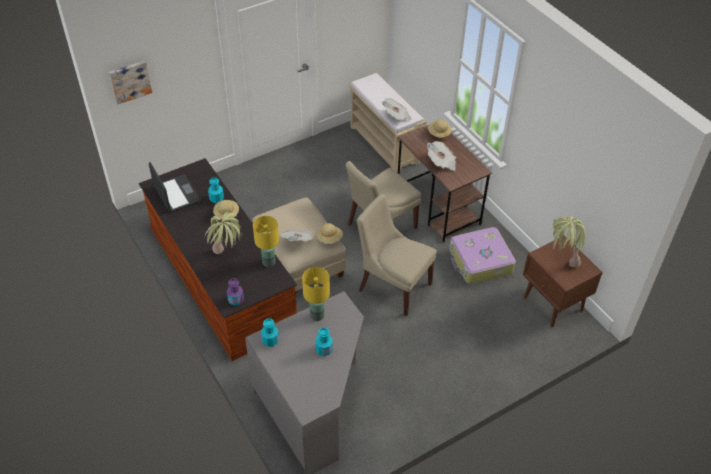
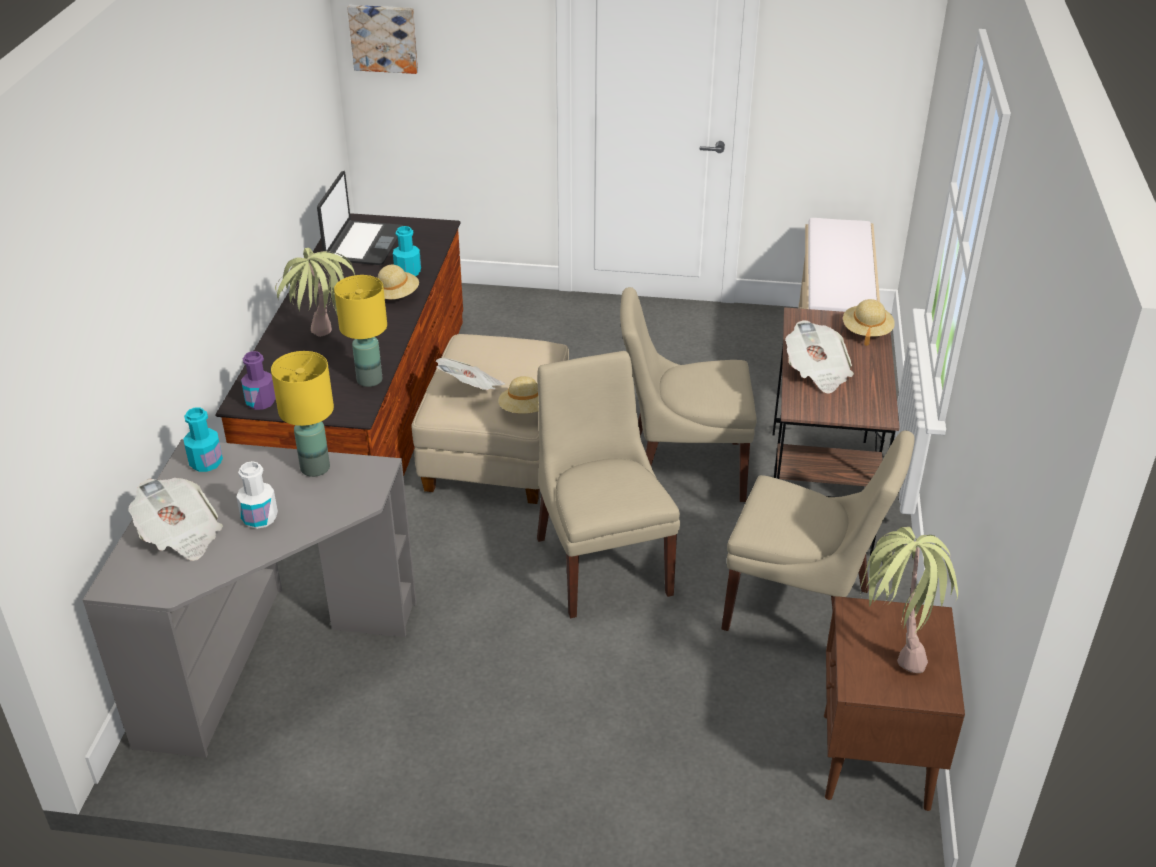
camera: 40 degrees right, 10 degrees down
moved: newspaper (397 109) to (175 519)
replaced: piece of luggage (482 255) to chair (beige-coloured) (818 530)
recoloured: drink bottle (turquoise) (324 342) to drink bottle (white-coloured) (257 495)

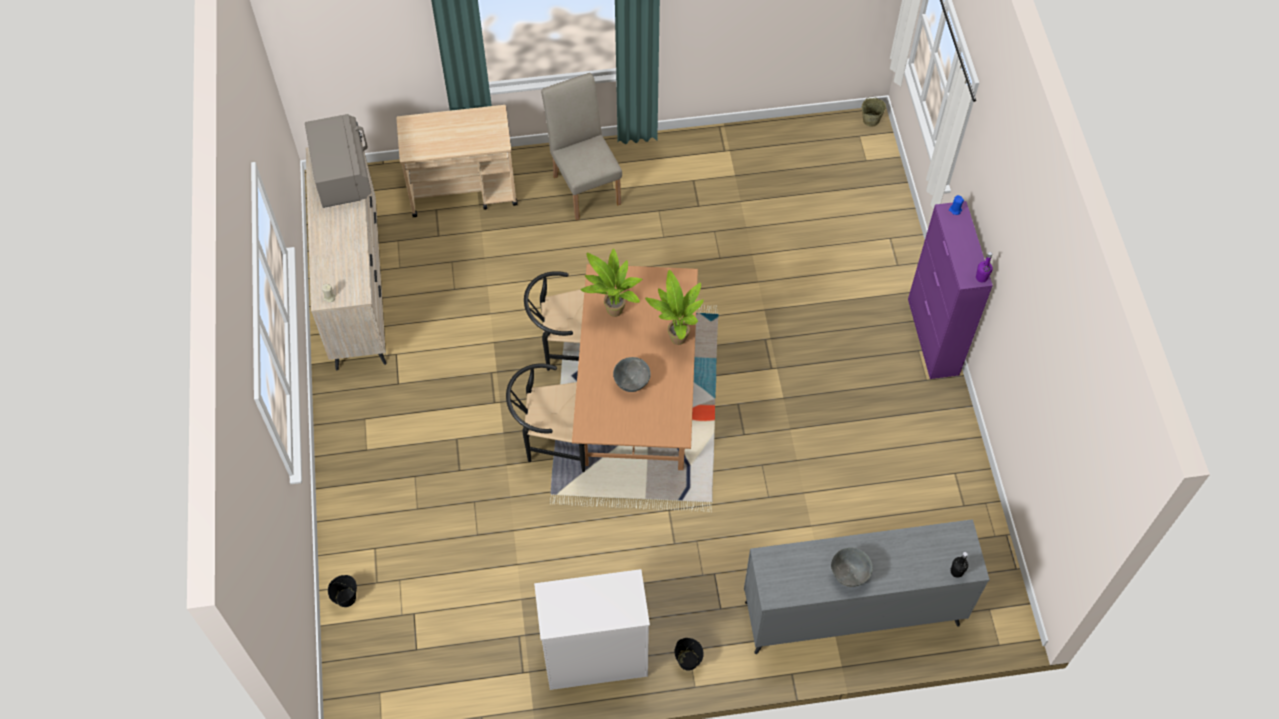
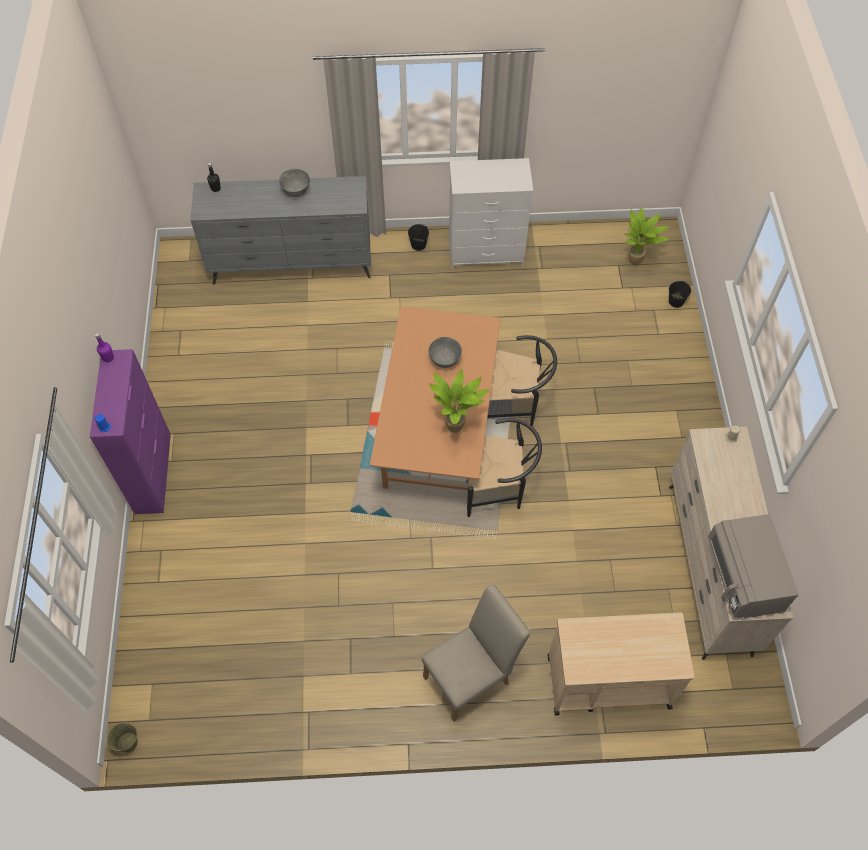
camera: 175 degrees left, 0 degrees up
moved: plant in a pot (674 307) to (647 236)
turned: chair (beige-coloured) (581 146) = (476 653) 105 degrees counterclockwise

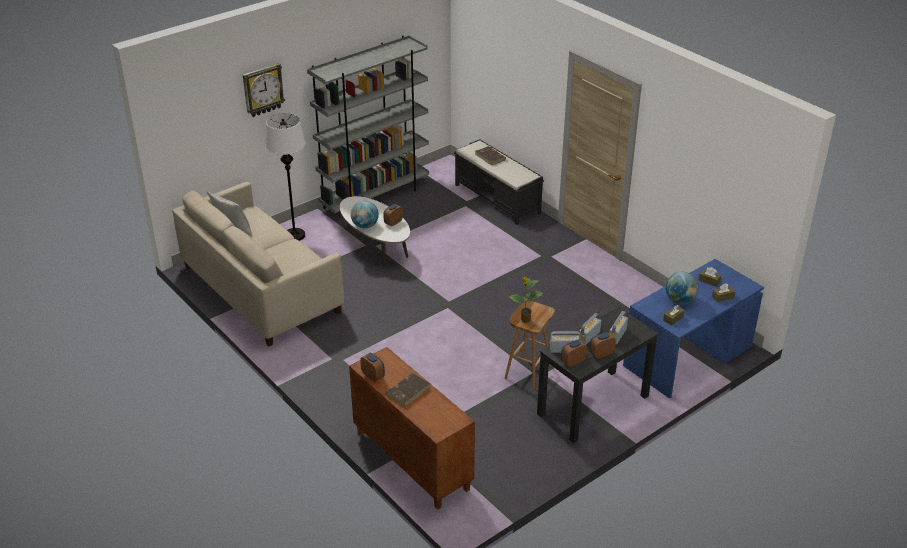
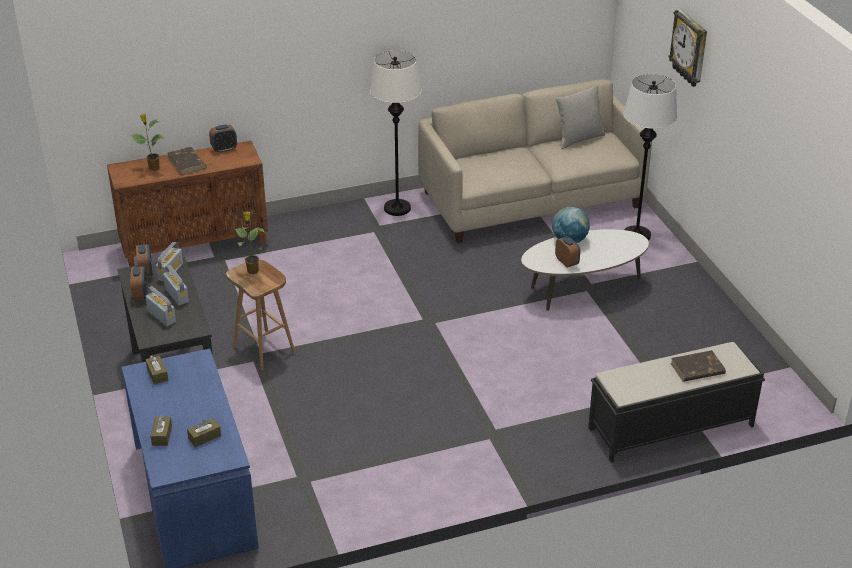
camera: 110 degrees right, 0 degrees up
removed: bookcase (grey) (368 124); world globe (682 288)
added: plant in a pot (148 142); standing lamp (white-coloured) (395 133)

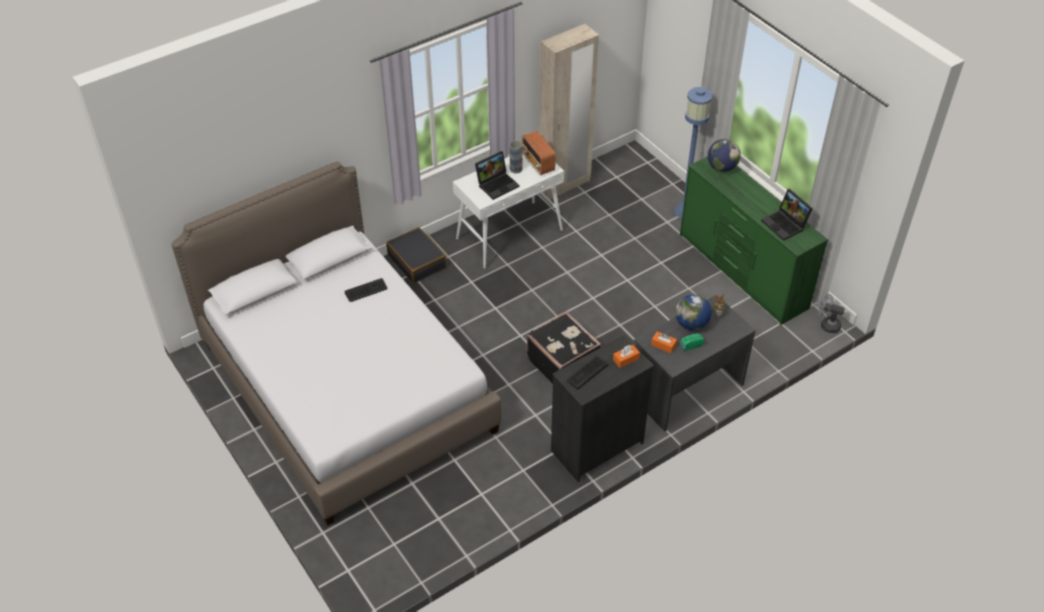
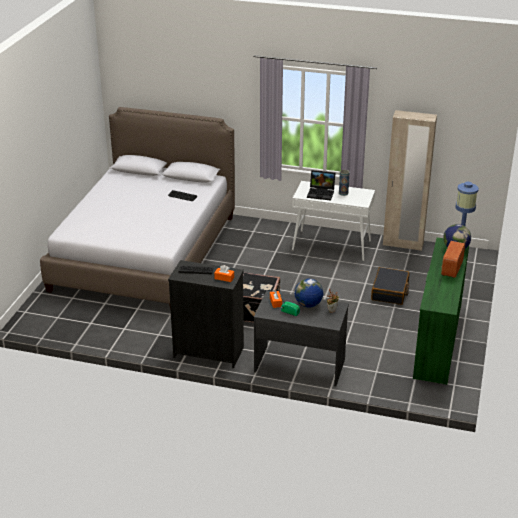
camera: 50 degrees right, 15 degrees down
removed: portable computer (787 215); cooling fan (grey) (832 313)
moved: piece of luggage (black-coloured) (416 255) to (390 286); radio (539 153) to (453 259)

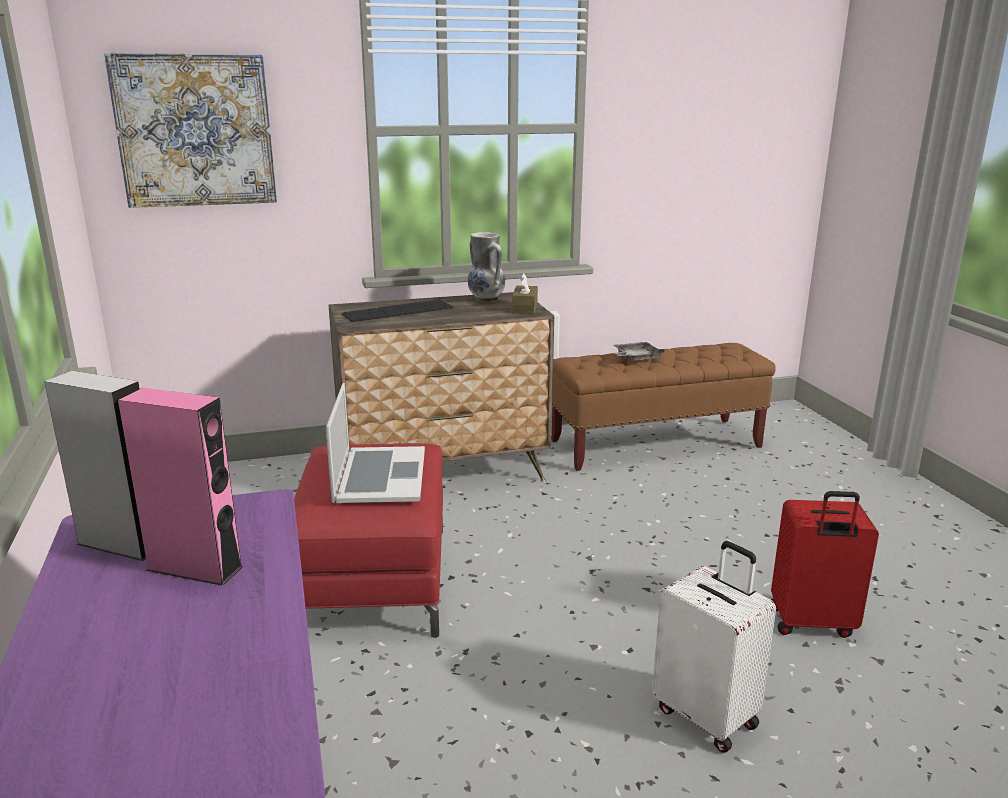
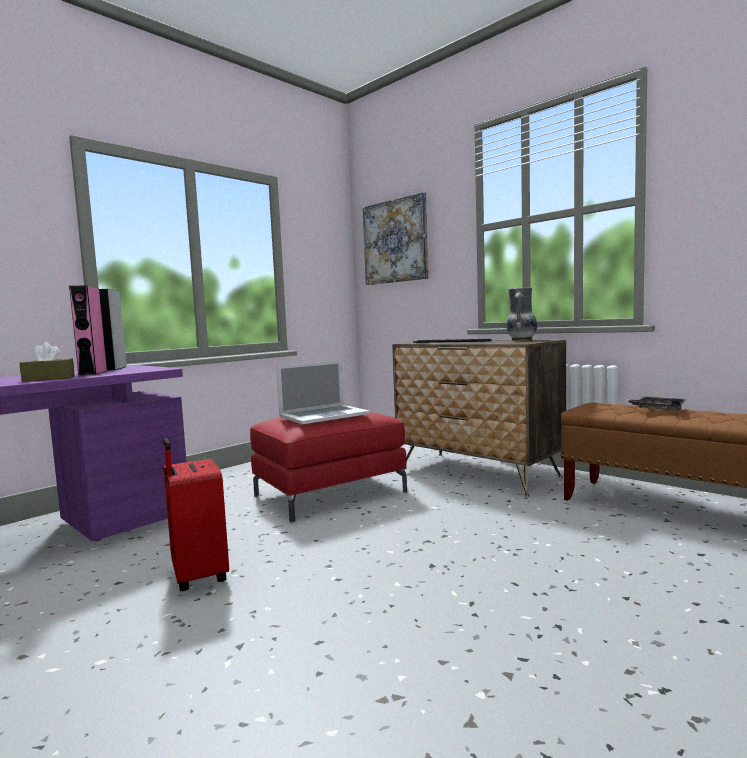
camera: 60 degrees right, 15 degrees down
removed: piece of luggage (white-coloured) (714 647)
moved: box of tissues (brown-coloured) (525 293) to (47 362); piece of luggage (reddish) (825 564) to (196 514)

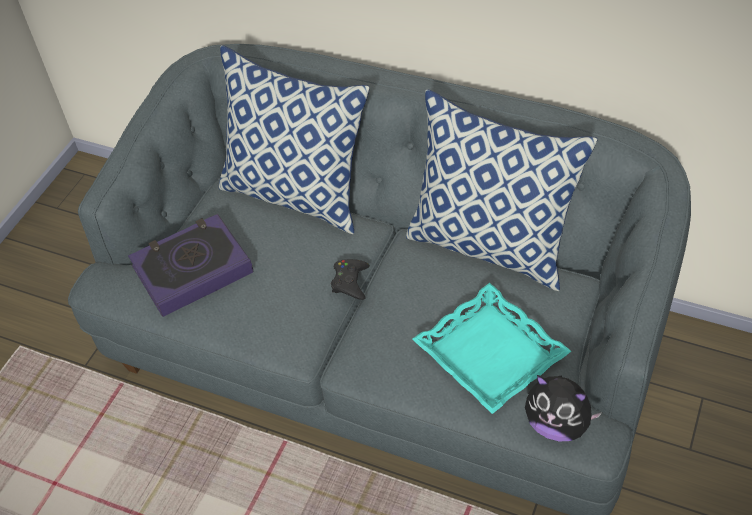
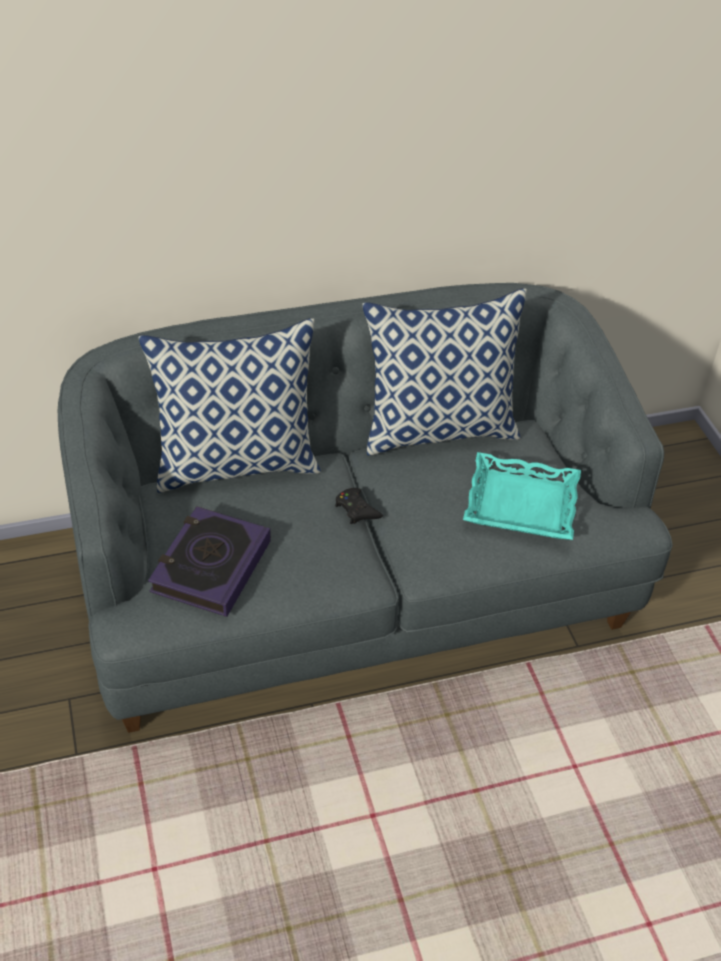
camera: 45 degrees left, 5 degrees down
removed: cuddly toy (563 408)

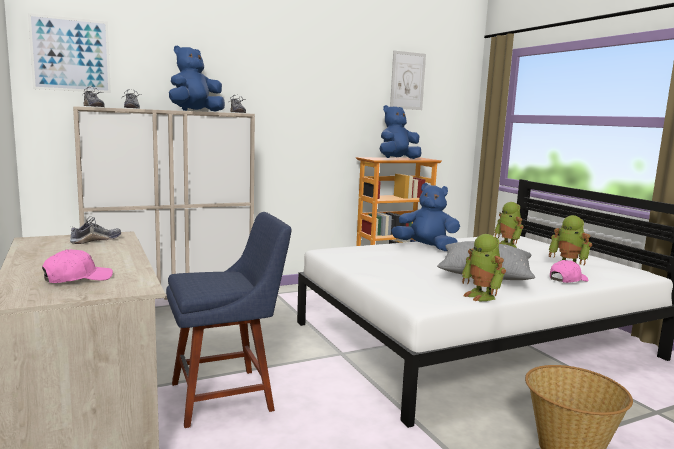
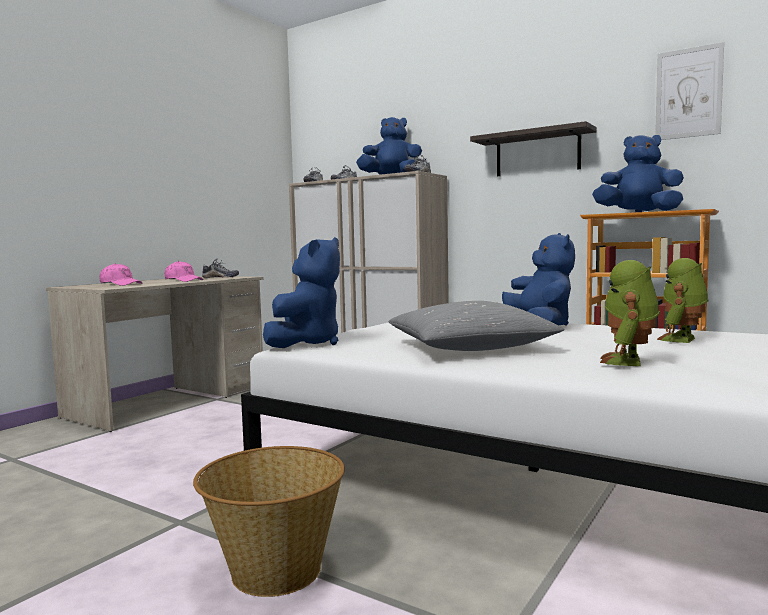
camera: 60 degrees right, 5 degrees down
removed: wall art (69 53); chair (blue) (229 320); model robot (484 268)
added: cuddly toy (blue) (301 292); shelf (533 148)
moved: baseball cap (pink-coloured) (569 271) to (183 271)

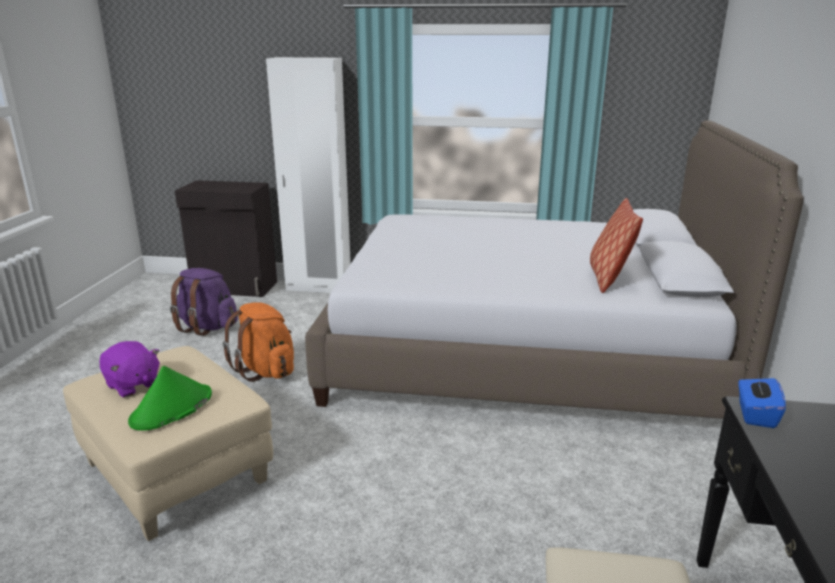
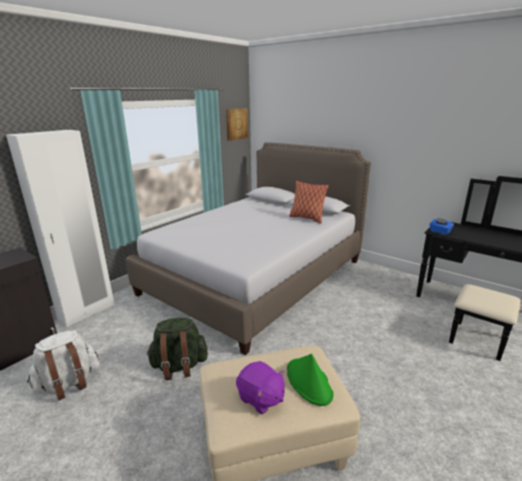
camera: 60 degrees left, 0 degrees up
added: wall art (237 124)
recoloured: knapsack (purple) (204 302) to knapsack (white-coloured) (63 365); knapsack (orange-coloured) (258 342) to knapsack (green) (177 349)
turned: cuddly toy (purple) (129 369) = (260 388) 60 degrees clockwise

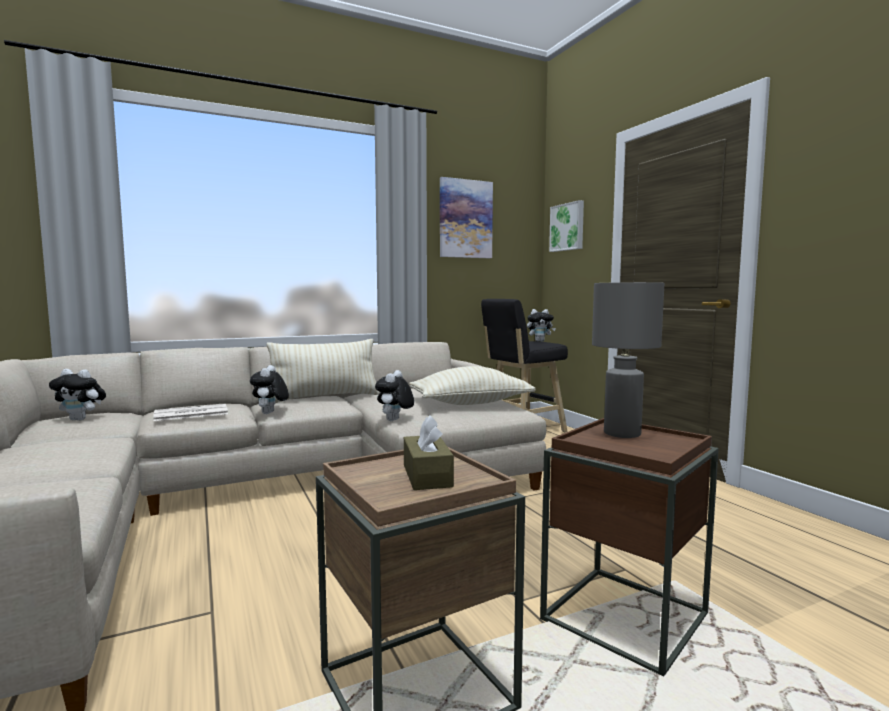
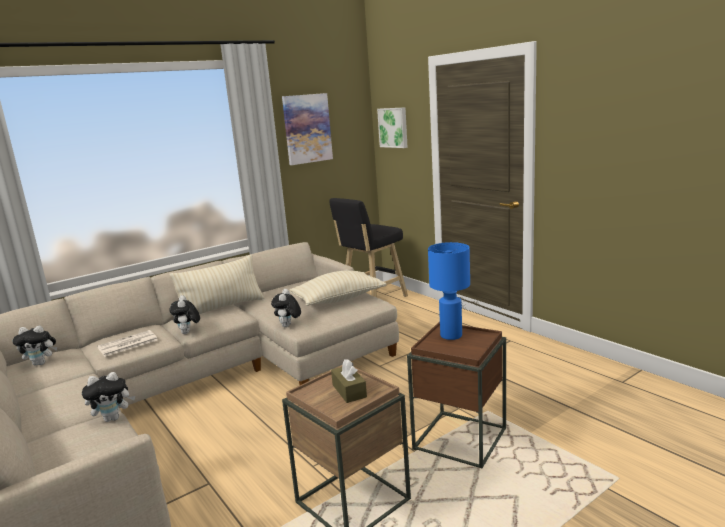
camera: 10 degrees left, 10 degrees up
moved: cuddly toy (541 325) to (108 397)
recoloured: lamp for a table (grey) (628 360) to lamp for a table (blue) (449 291)

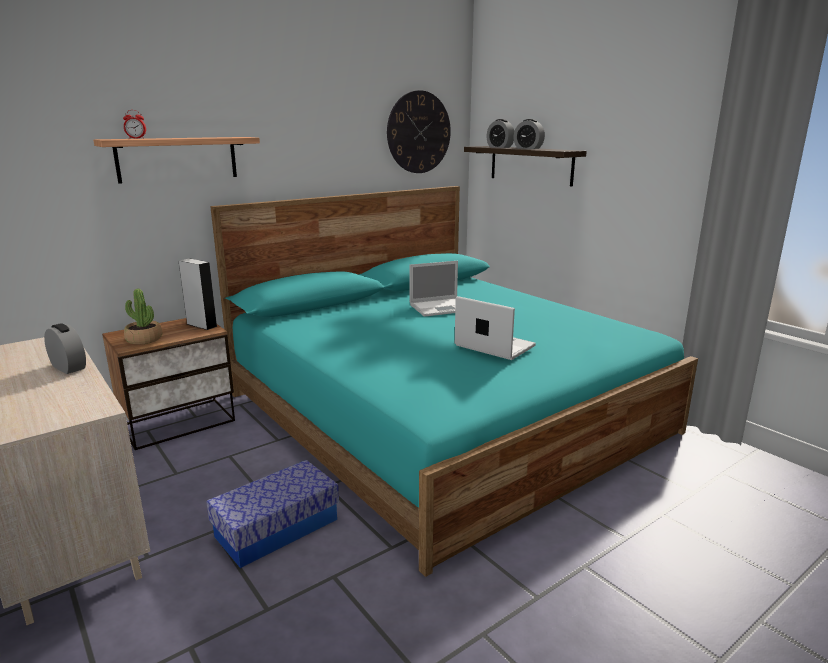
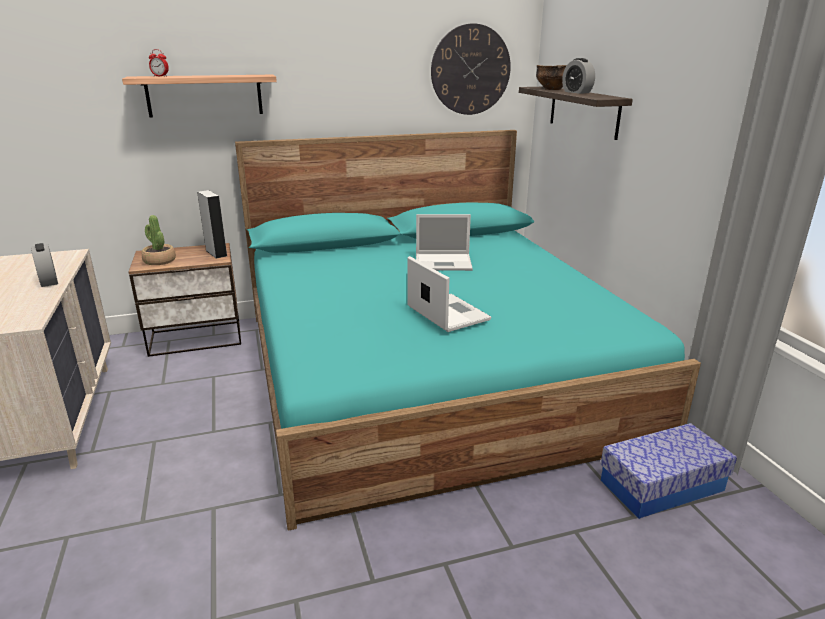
camera: 20 degrees right, 5 degrees up
moved: storage container (272 514) to (669 471)
replaced: table clock (500 133) to deep dish (551 77)

